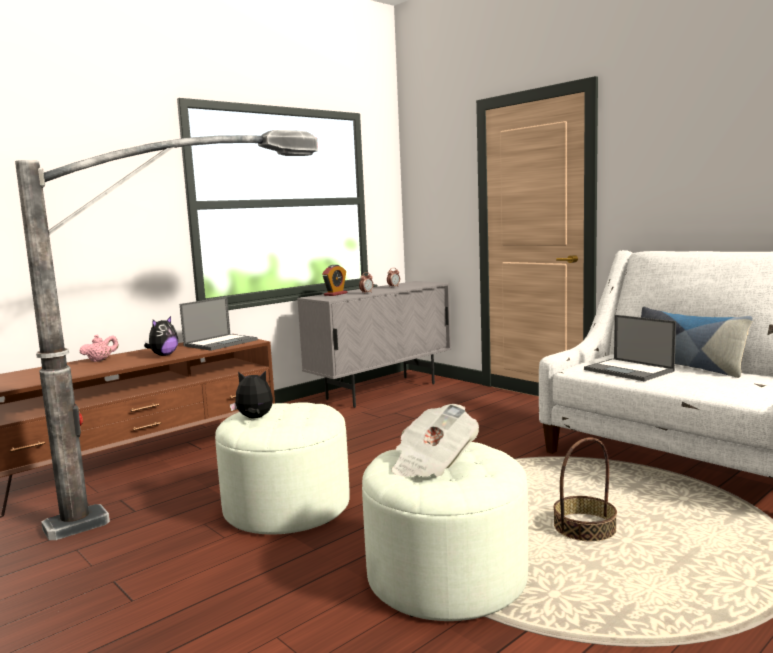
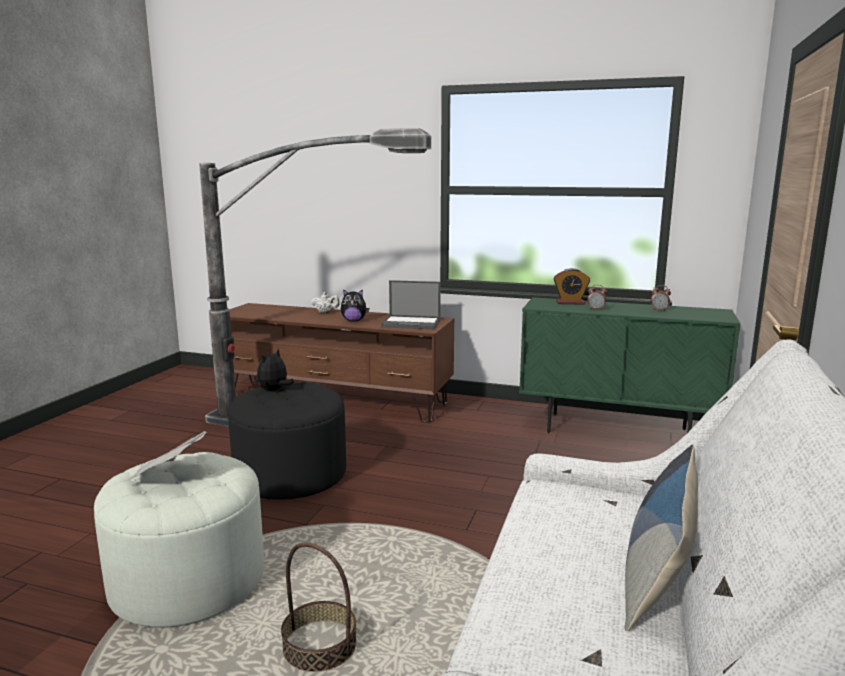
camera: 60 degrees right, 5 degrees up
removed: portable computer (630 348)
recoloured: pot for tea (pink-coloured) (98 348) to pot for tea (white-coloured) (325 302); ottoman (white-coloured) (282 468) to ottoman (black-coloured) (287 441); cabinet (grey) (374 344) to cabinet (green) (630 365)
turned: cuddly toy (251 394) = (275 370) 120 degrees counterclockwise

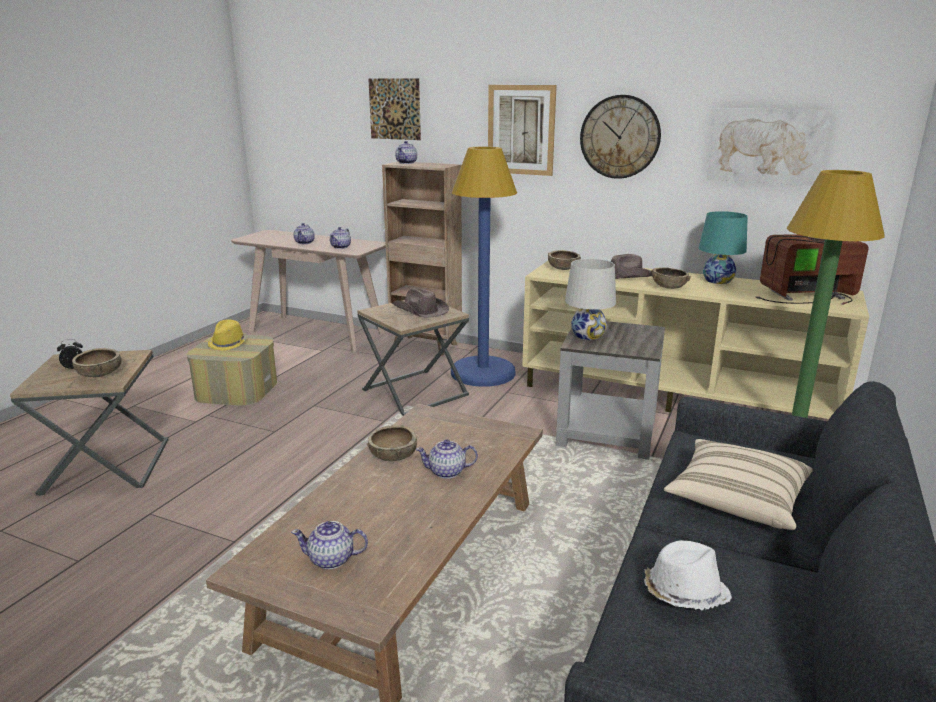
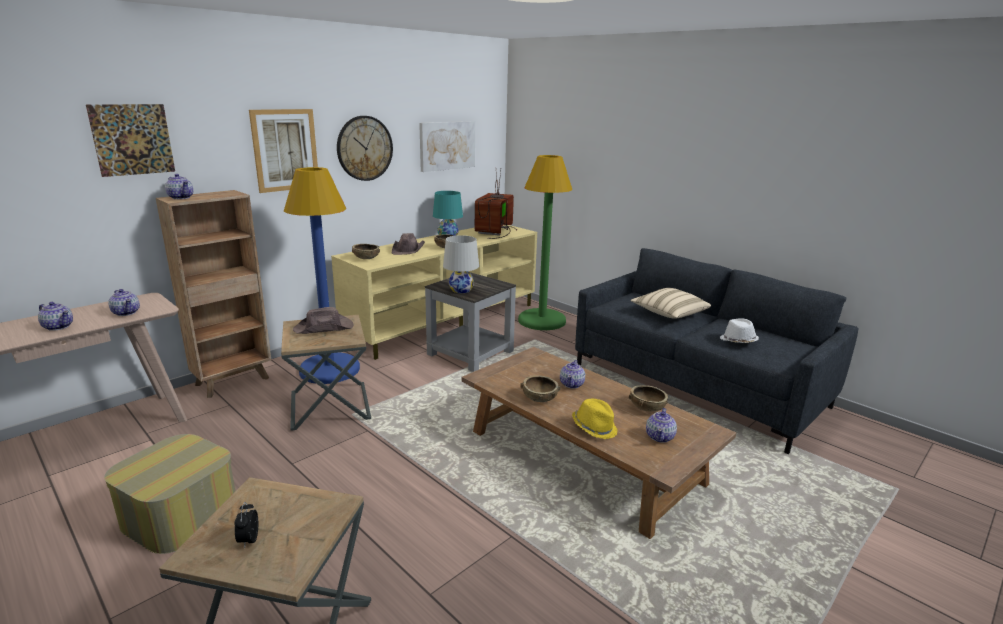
camera: 70 degrees left, 0 degrees up
moved: deep dish (brown-coloured) (97 362) to (648 398); clothing hat (yellow) (227 335) to (595 419)

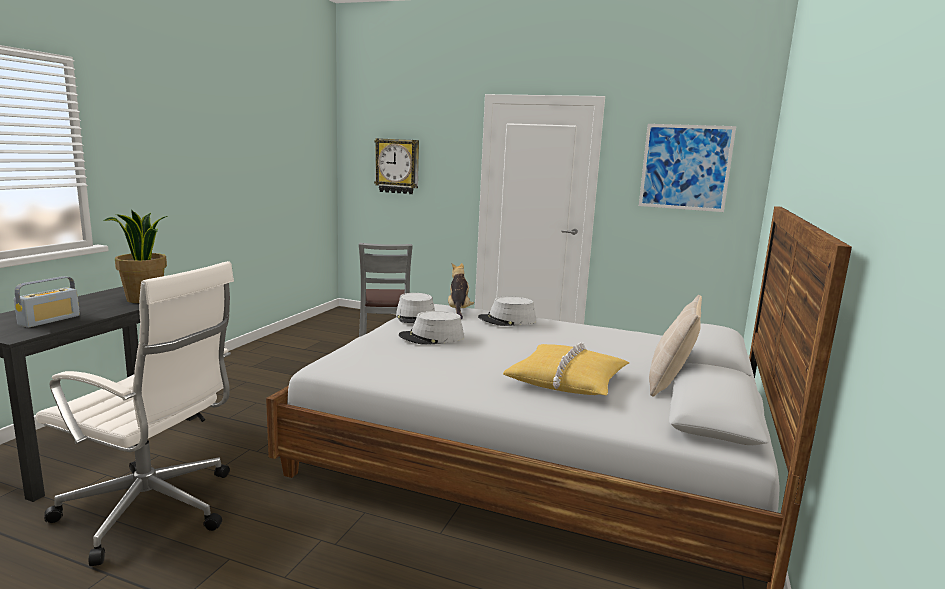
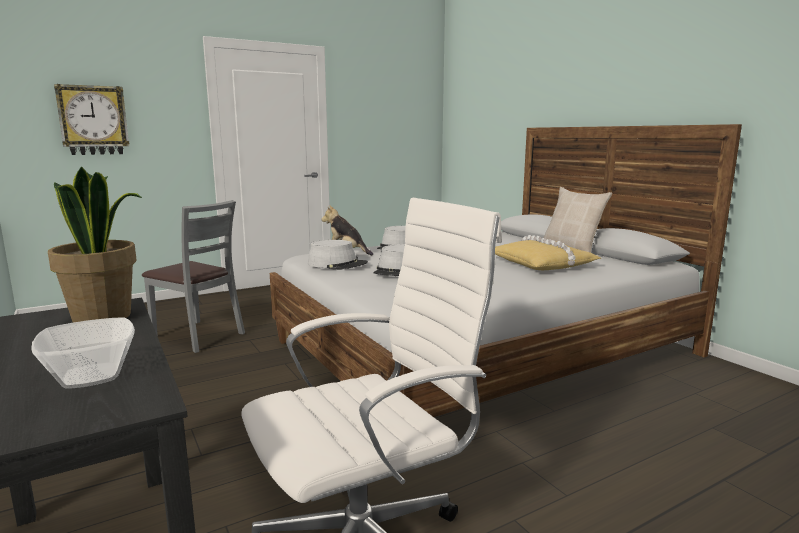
camera: 50 degrees left, 0 degrees up
removed: wall art (687 168)
replaced: radio (47 302) to deep dish (83 353)

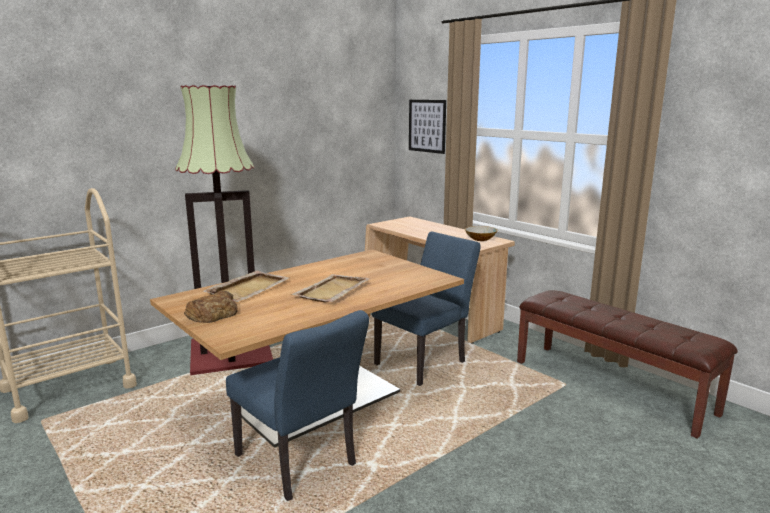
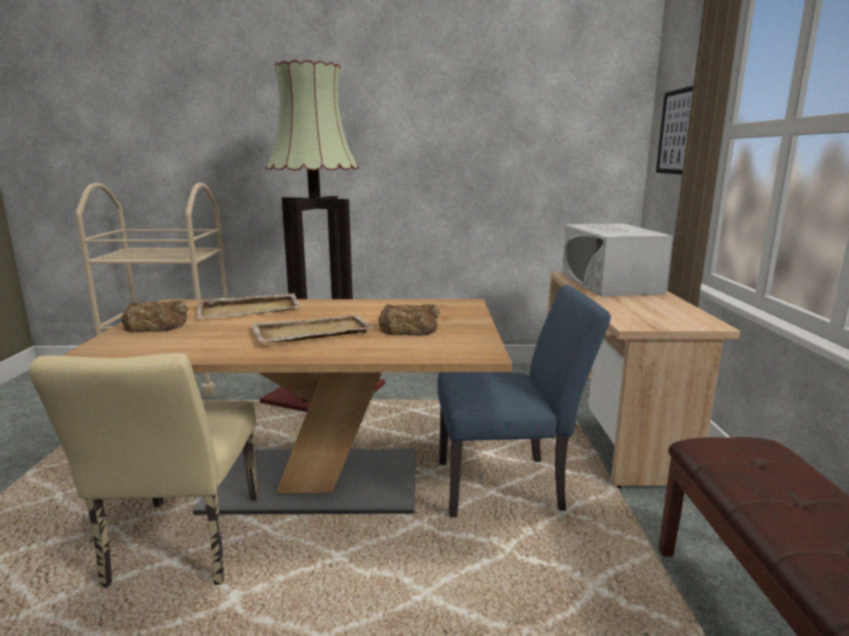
camera: 40 degrees right, 0 degrees up
removed: deep dish (481 233)
added: bread (409 320); microwave (white-coloured) (617 259)
recoloured: chair (blue) (297 405) to chair (beige-coloured) (144 470)

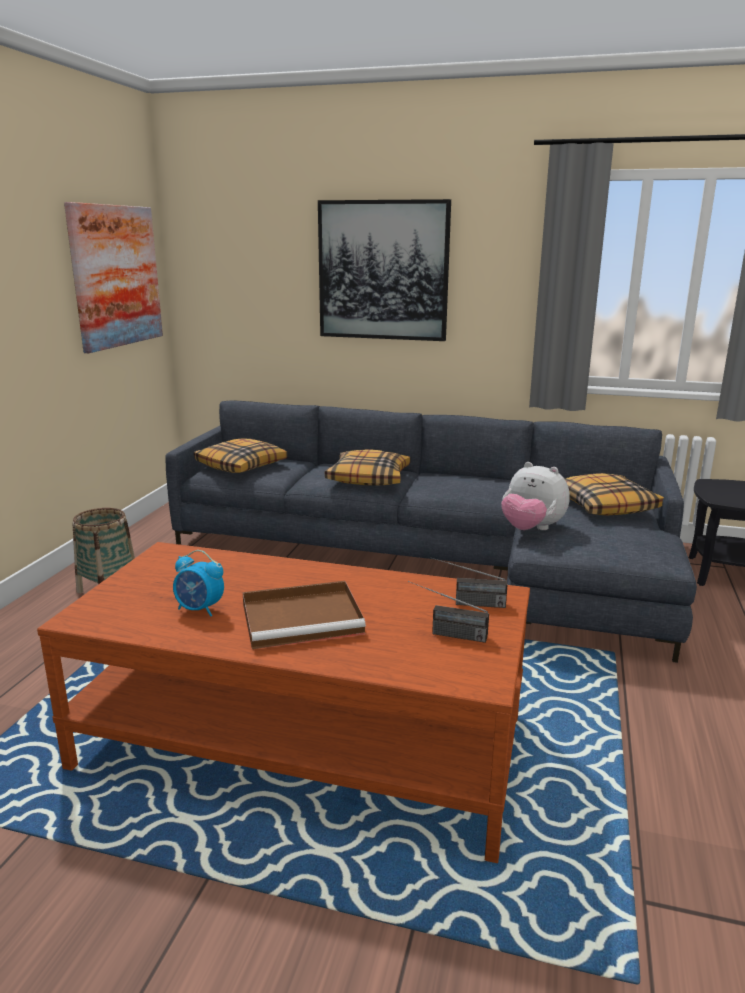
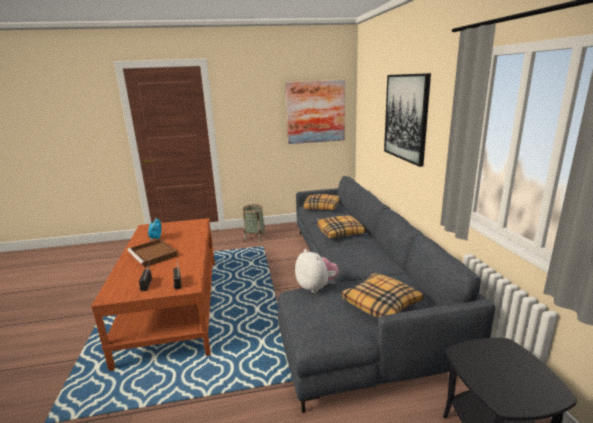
camera: 65 degrees right, 0 degrees up
turned: cuddly toy (535 496) = (316 271) 135 degrees clockwise

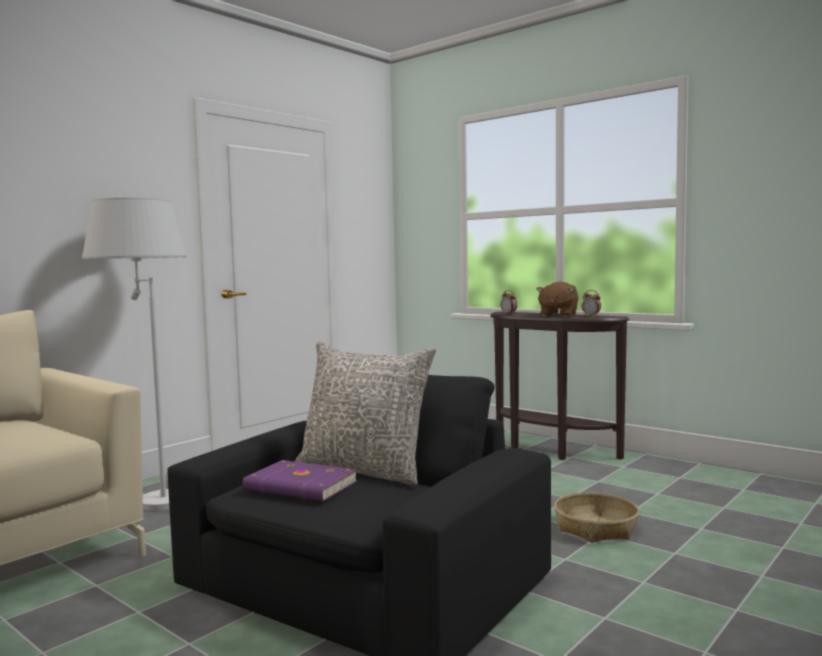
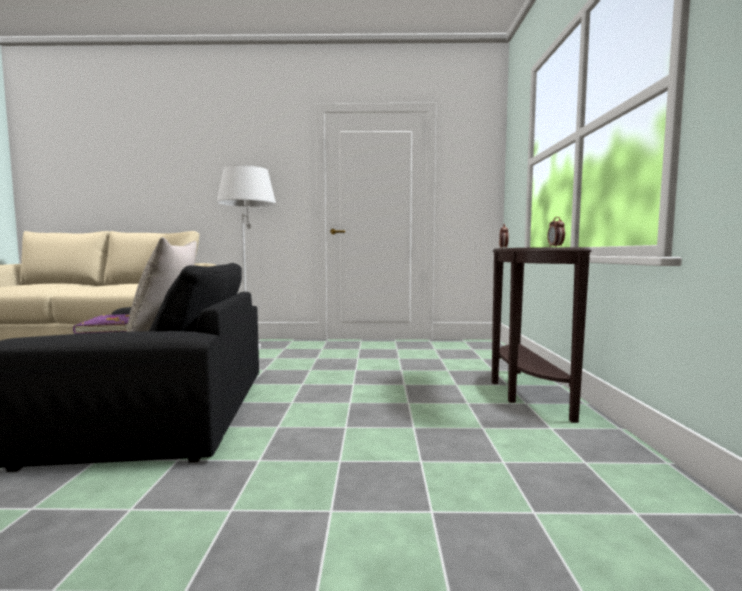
camera: 50 degrees right, 0 degrees up
removed: cuddly toy (brown-coloured) (557 299); basket (596 518)

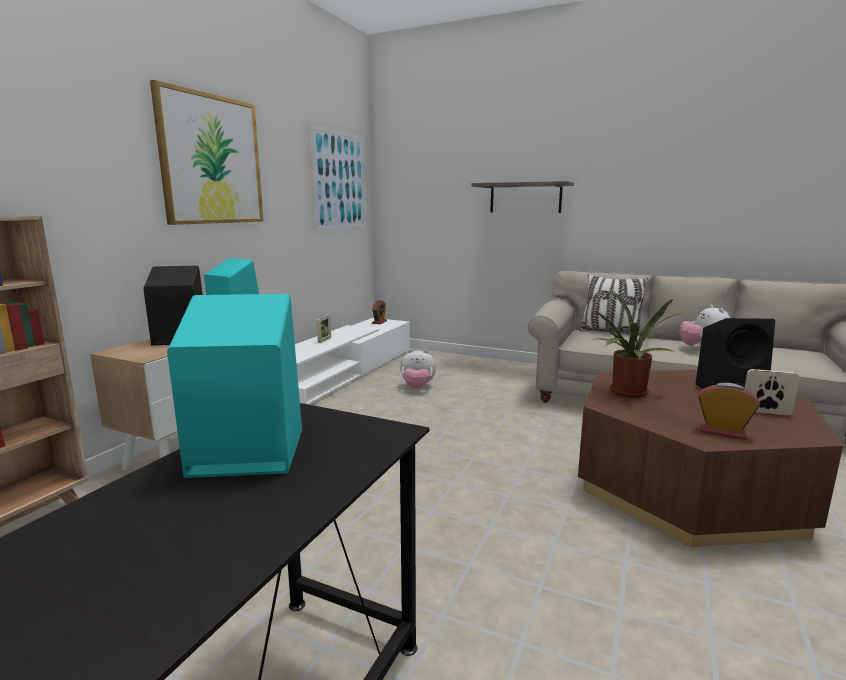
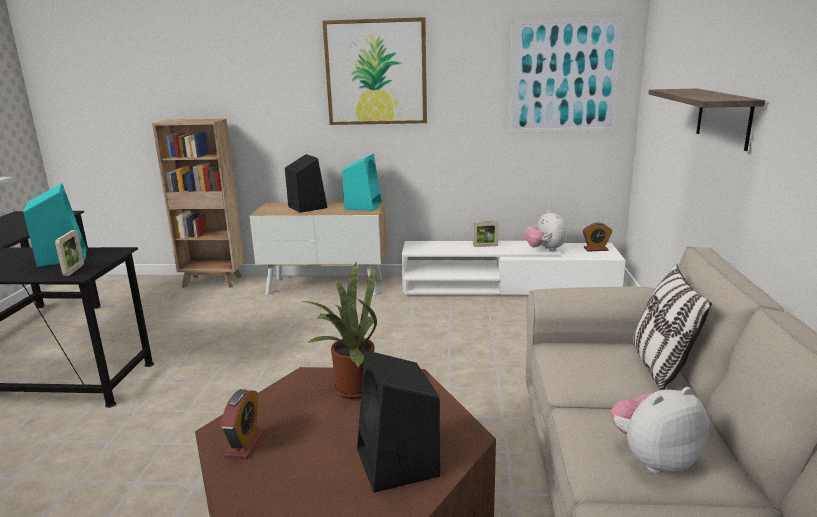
camera: 70 degrees right, 5 degrees up
moved: cuddly toy (418 368) to (546 230); standing frame (771 392) to (69 253)

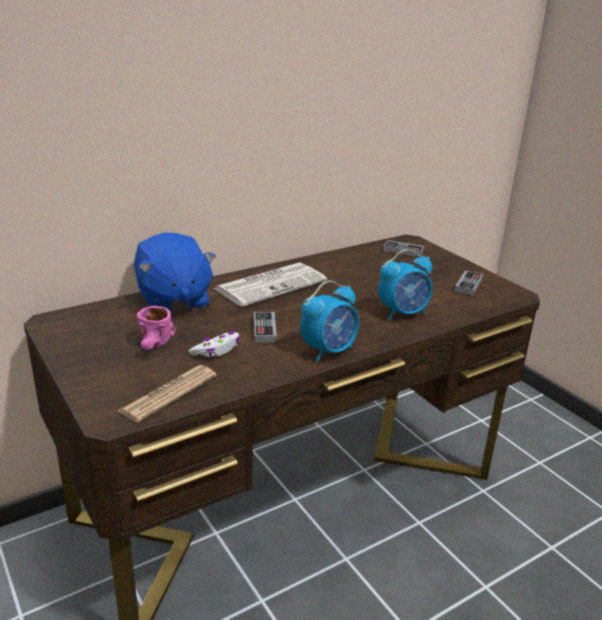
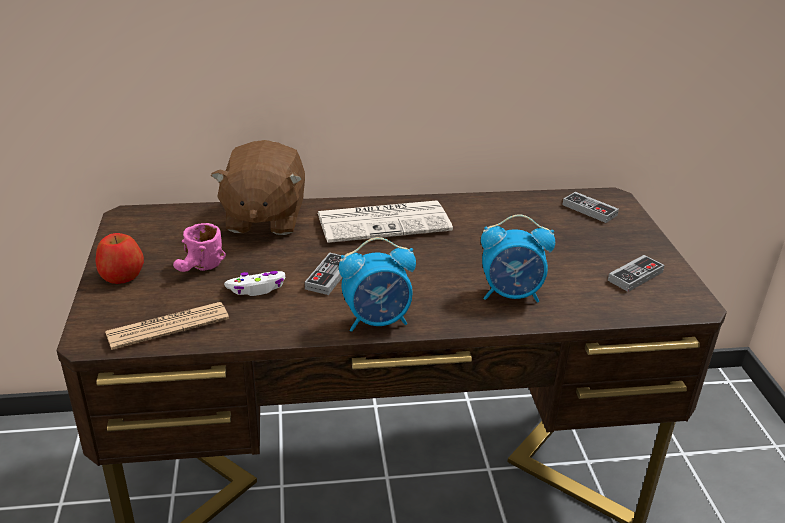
camera: 25 degrees right, 5 degrees up
added: apple fruit (119 258)
recoloured: cuddly toy (blue) (175 271) to cuddly toy (brown-coloured) (258 187)

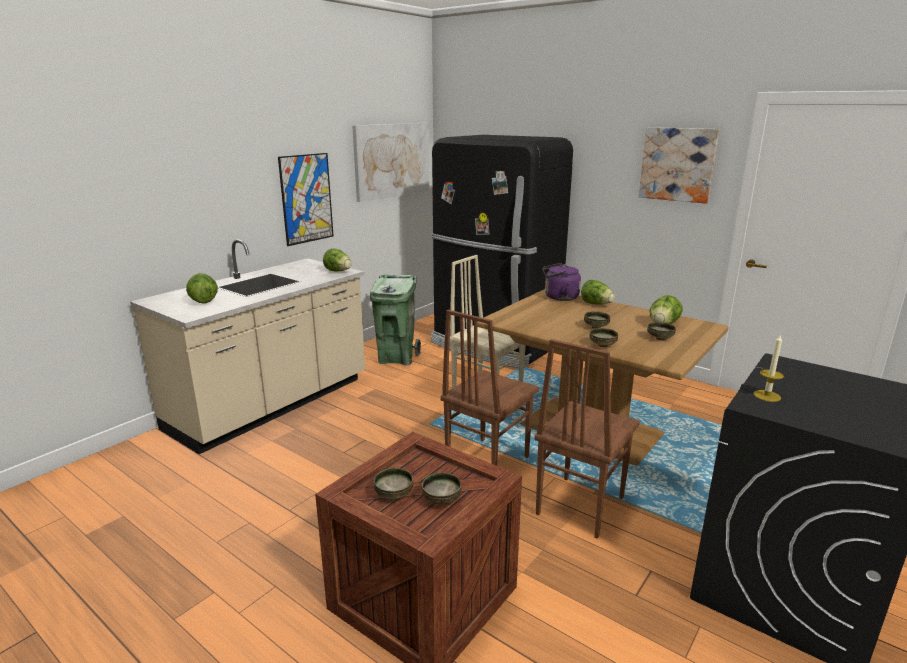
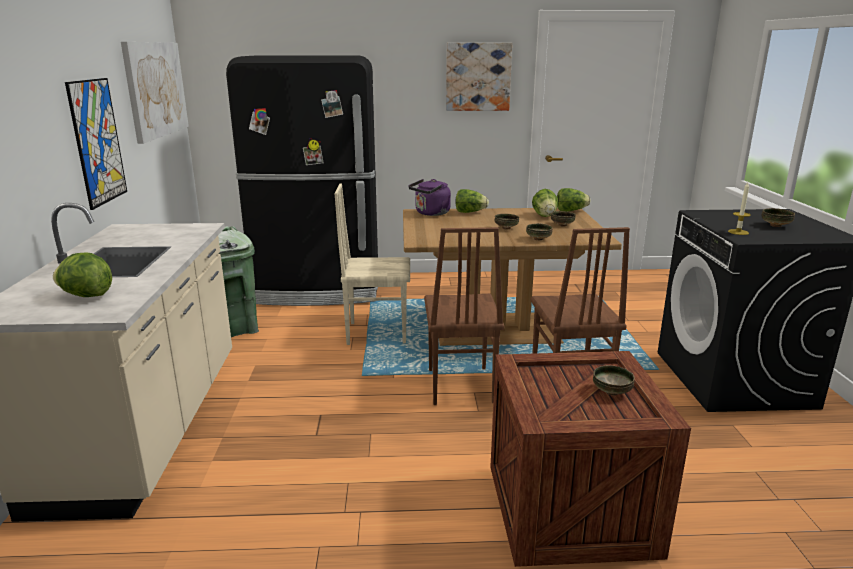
camera: 40 degrees left, 0 degrees up
moved: lettuce (337 260) to (574 200); deep dish (393 483) to (778 217)

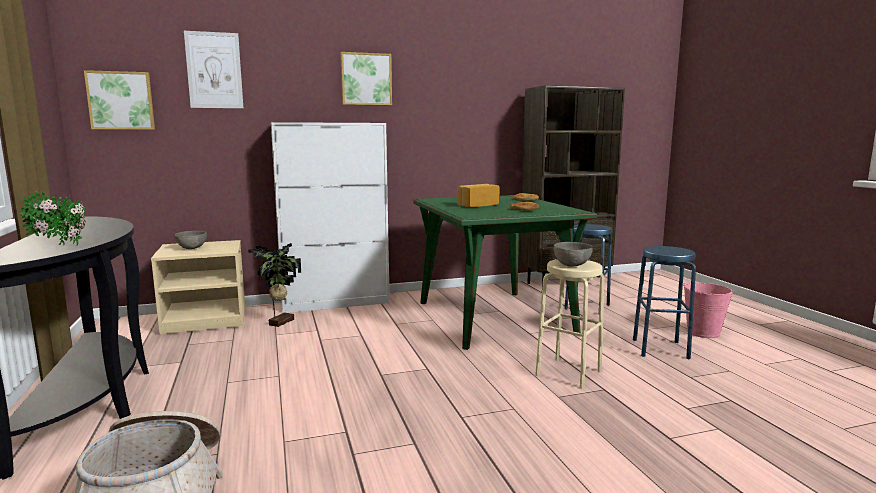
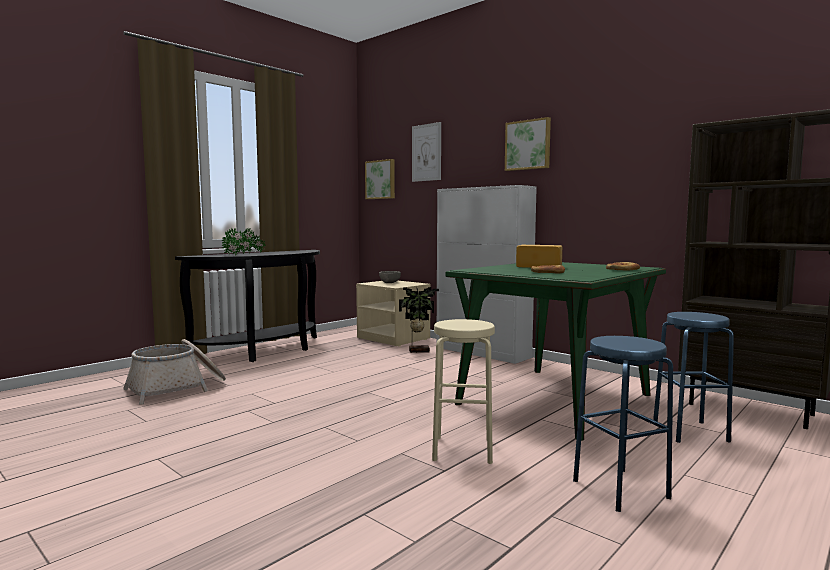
camera: 60 degrees right, 5 degrees down
removed: deep dish (grey) (573 254); pail (pink-coloured) (709 310)

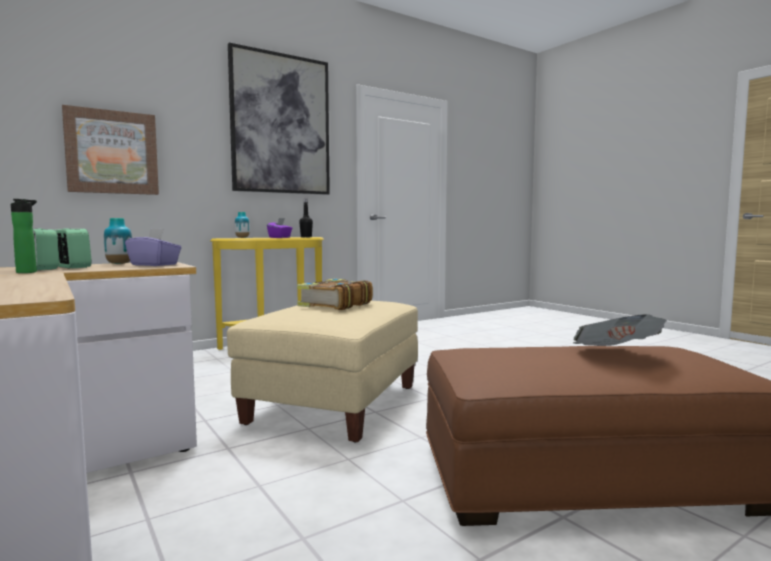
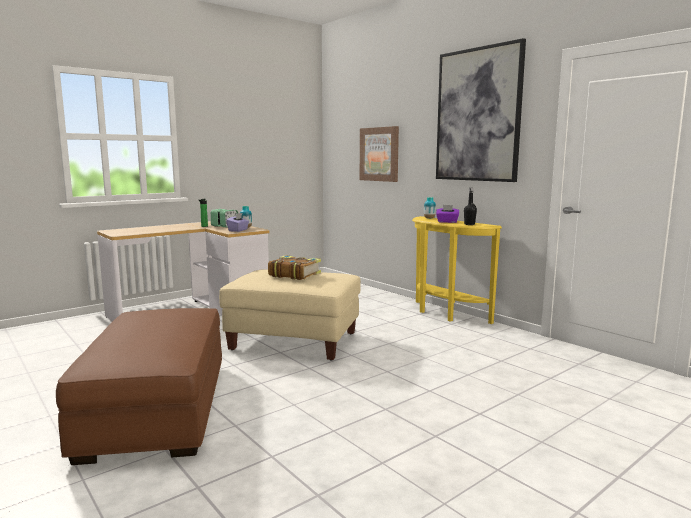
camera: 85 degrees right, 5 degrees up
removed: newspaper (619 330)

